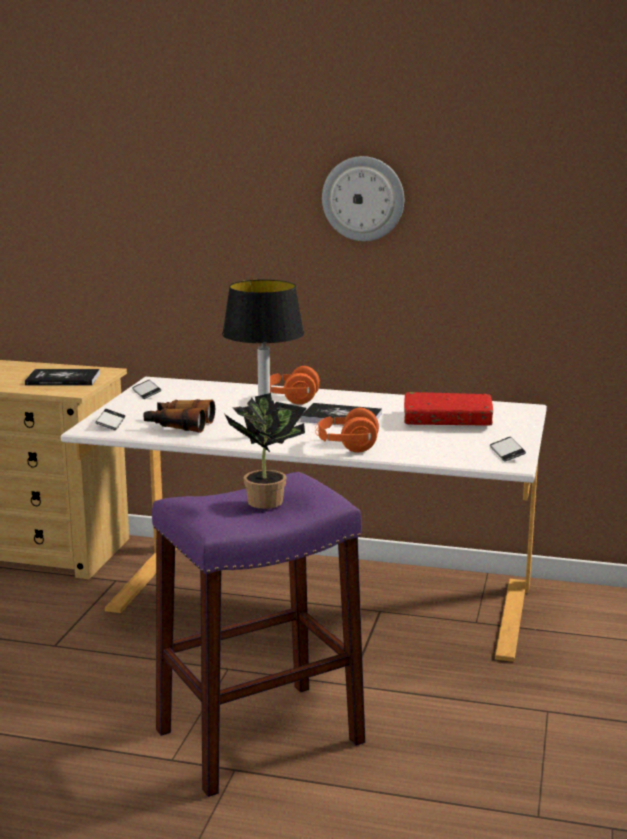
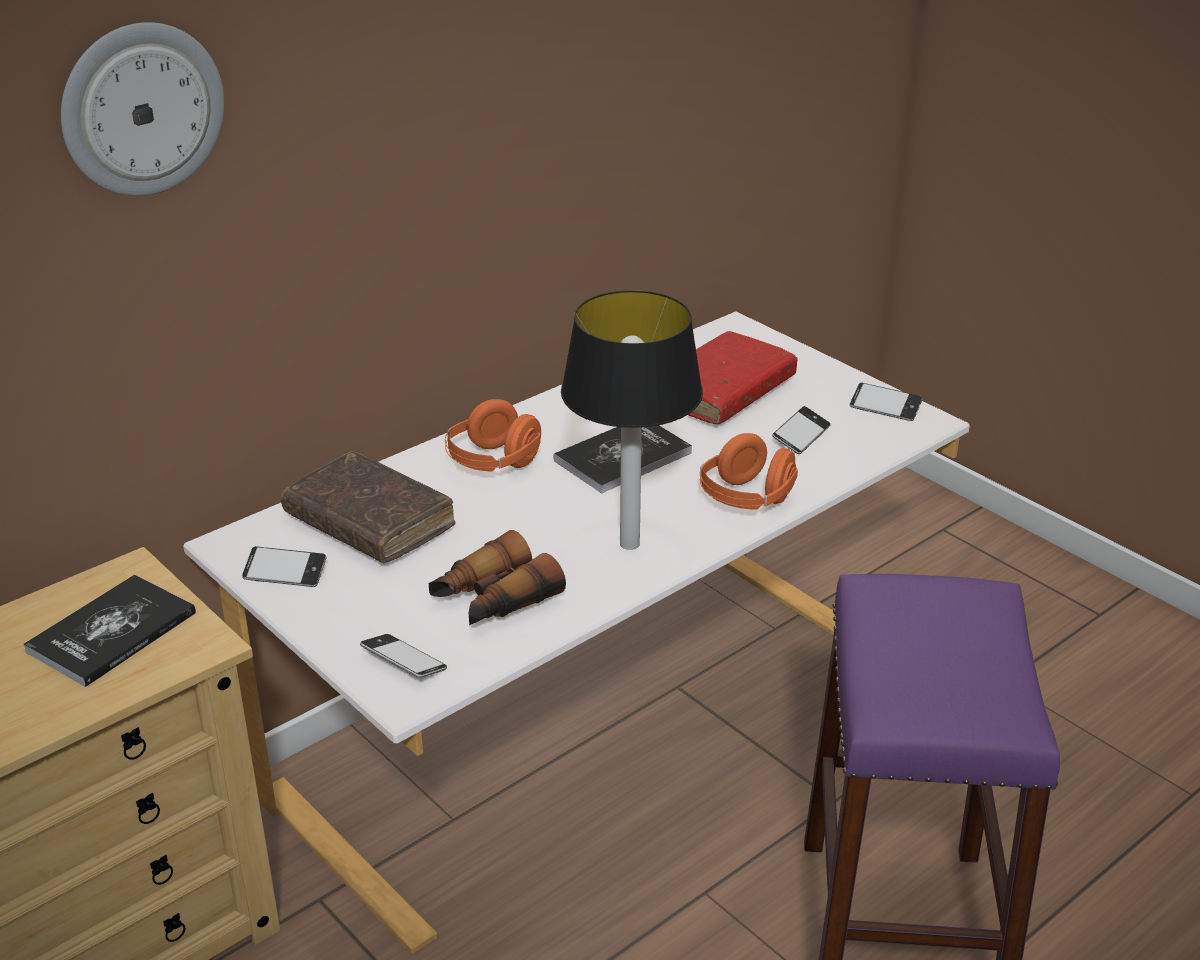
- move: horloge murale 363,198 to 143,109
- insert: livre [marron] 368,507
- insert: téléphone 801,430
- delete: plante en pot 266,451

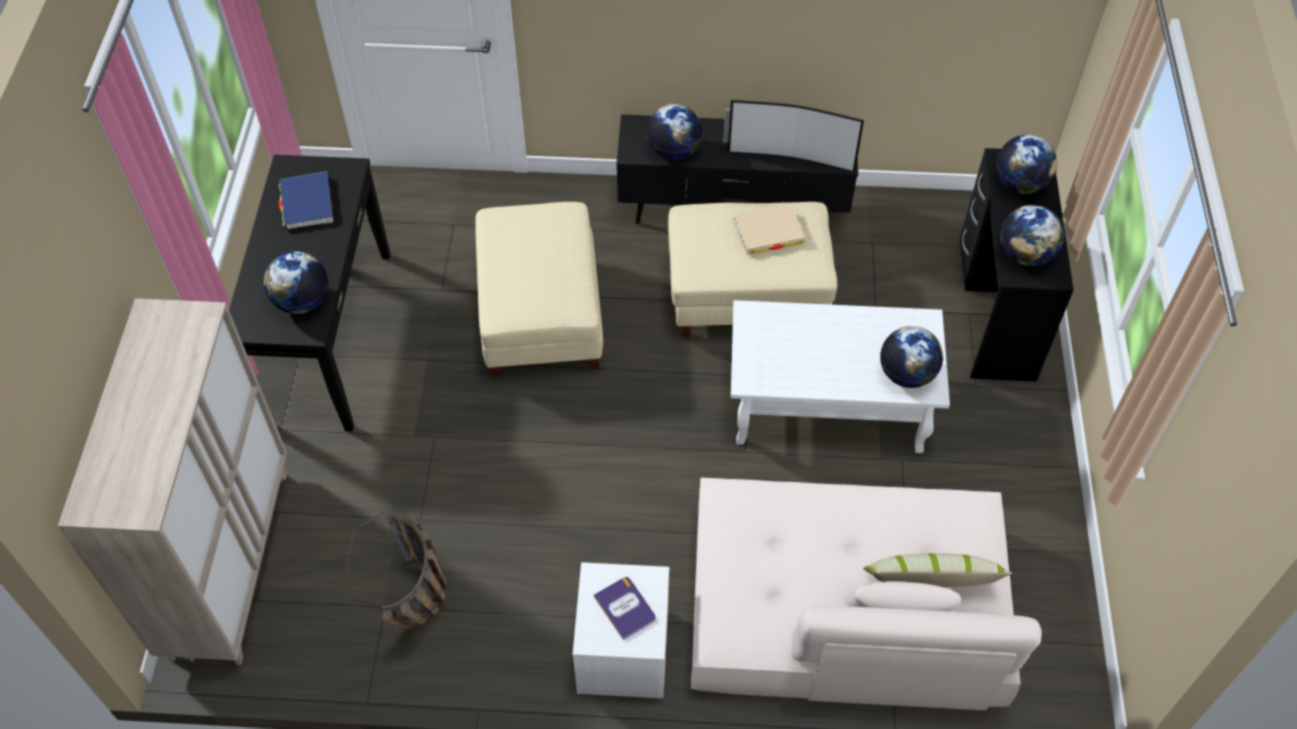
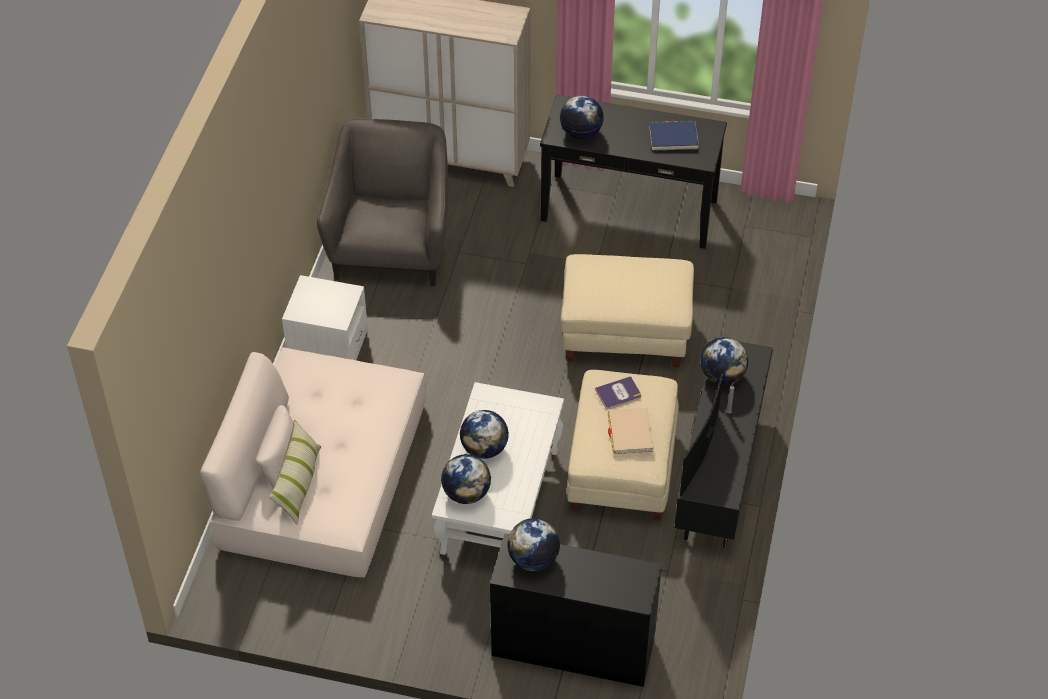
- replace: panier 397,569 to fauteuil [gris] 382,202
- move: globe 1026,164 to 484,434
- move: livre 624,608 to 618,392

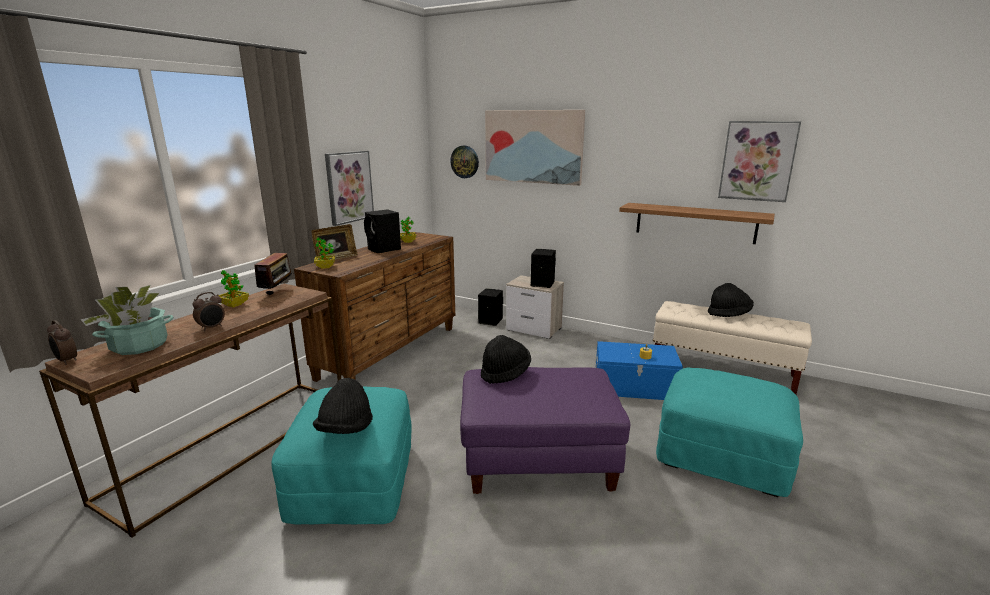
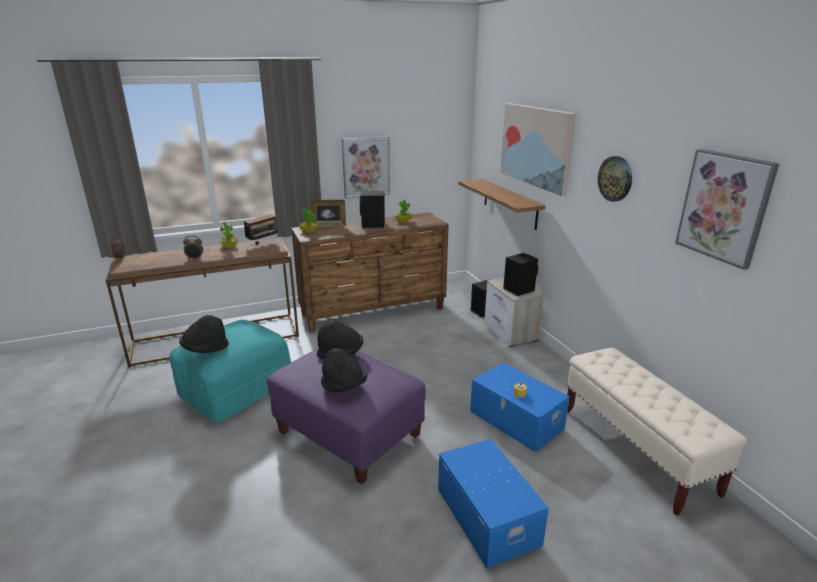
- move: chapeau [noir] 731,300 to 344,370
- replace: pouf [turquoise] 729,432 to boîte de rangement [bleu] 493,503
- move: étagère 697,223 to 502,204
- move: horloge murale 464,162 to 615,179
- delete: plante en pot 126,320

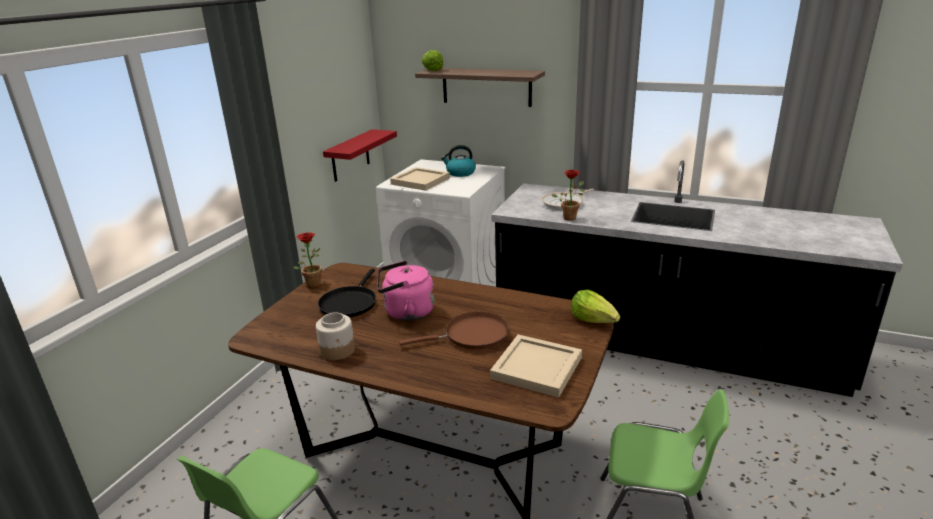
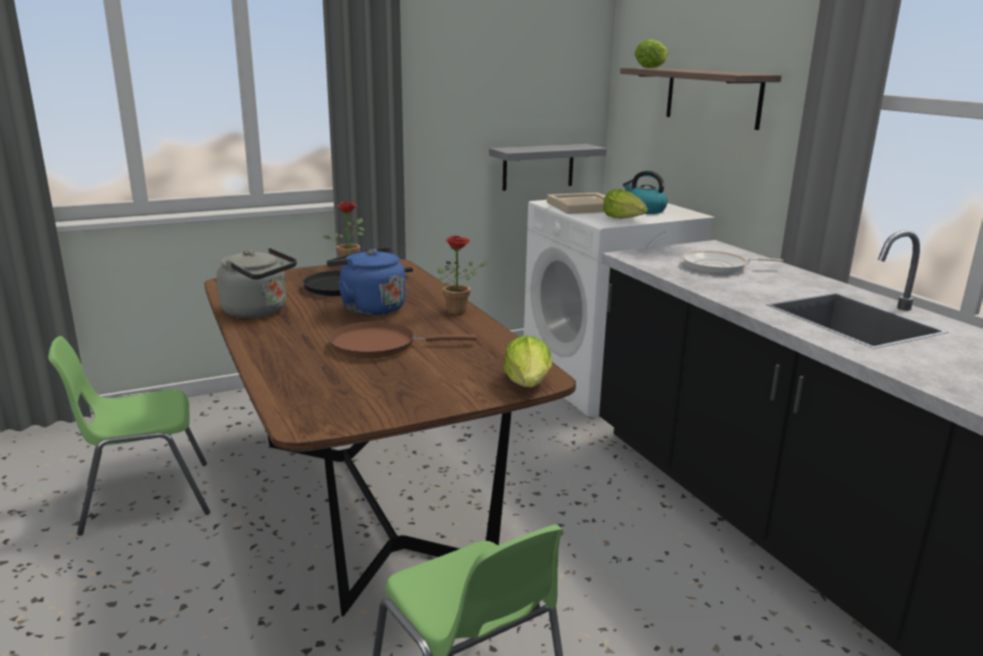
- replace: bocal 335,336 to bouilloire [gris] 256,283
- recolor: bouilloire [rose] 406,291 to bouilloire [bleu] 366,281
- rotate: poêle [marron] 454,330 = 403,339 150 degrees clockwise
- move: plante en pot 568,195 to 463,275
- recolor: étagère [rouge] 360,155 to étagère [gris] 548,167
- insert: laitue 625,204
- delete: plateau [beige] 536,366

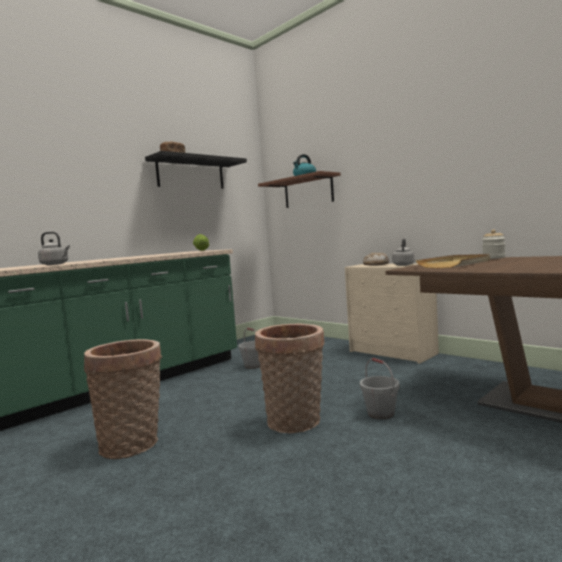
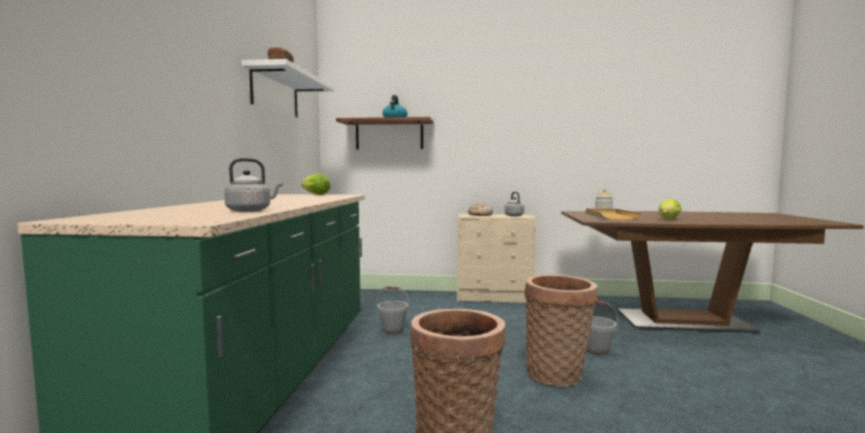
- recolor: étagère [noir] 196,170 to étagère [blanc] 288,88
- insert: laitue 669,208

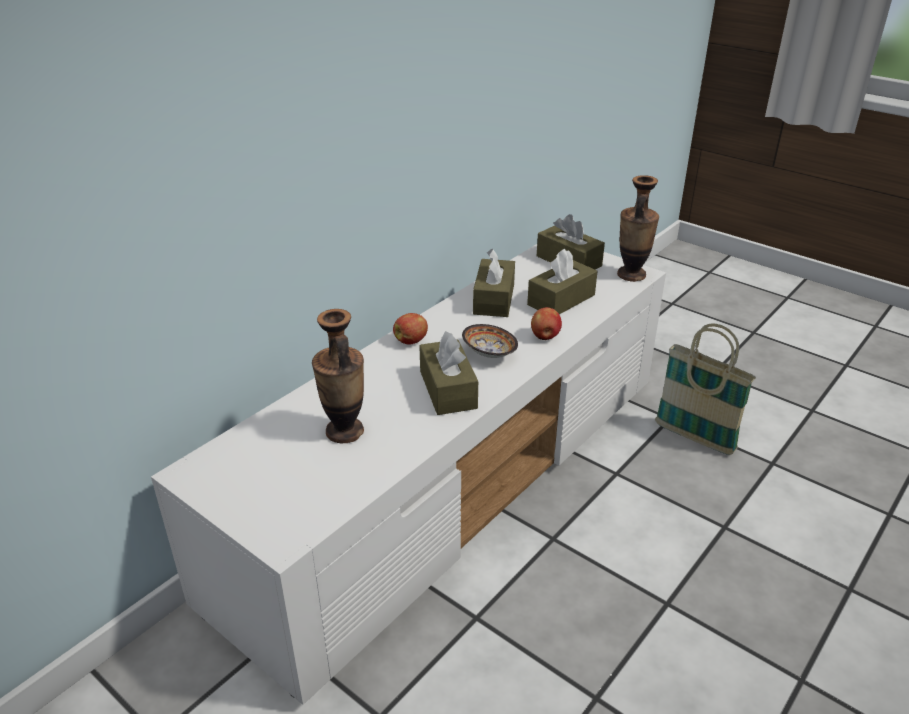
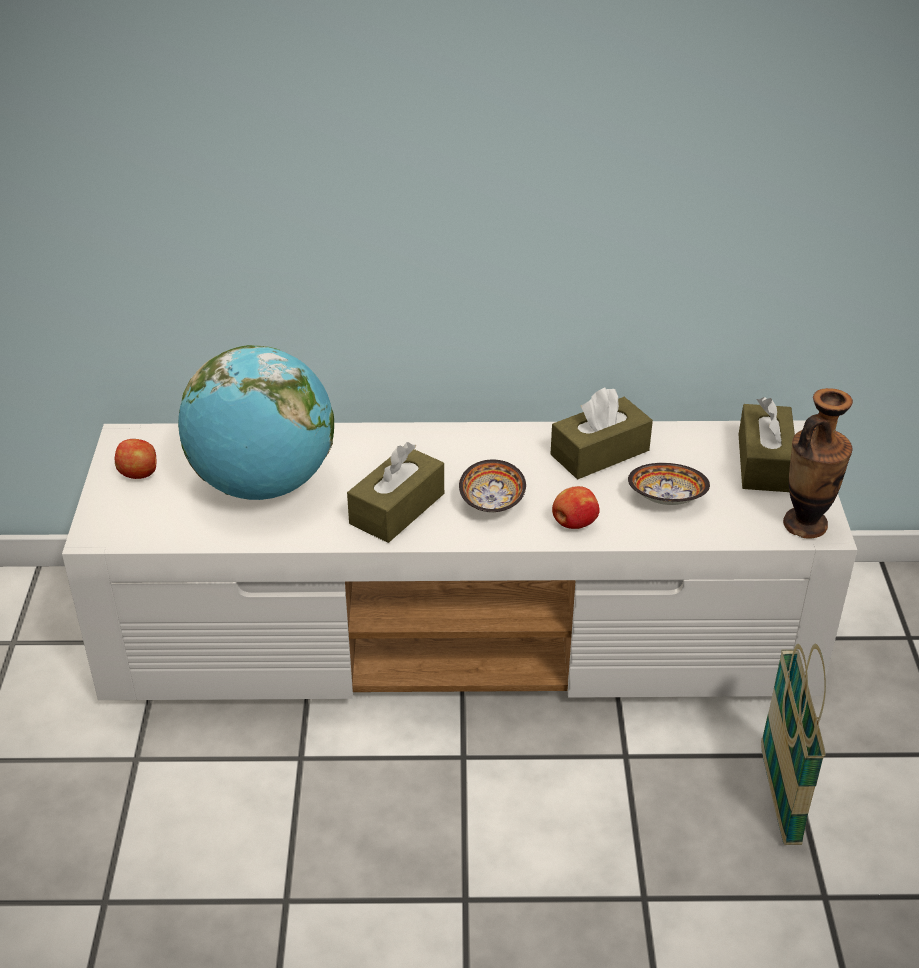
- move: pomme 410,328 to 135,459
- replace: vase 338,376 to globe 256,422
- replace: boîte à mouchoirs [marron] 562,281 to bol 669,484

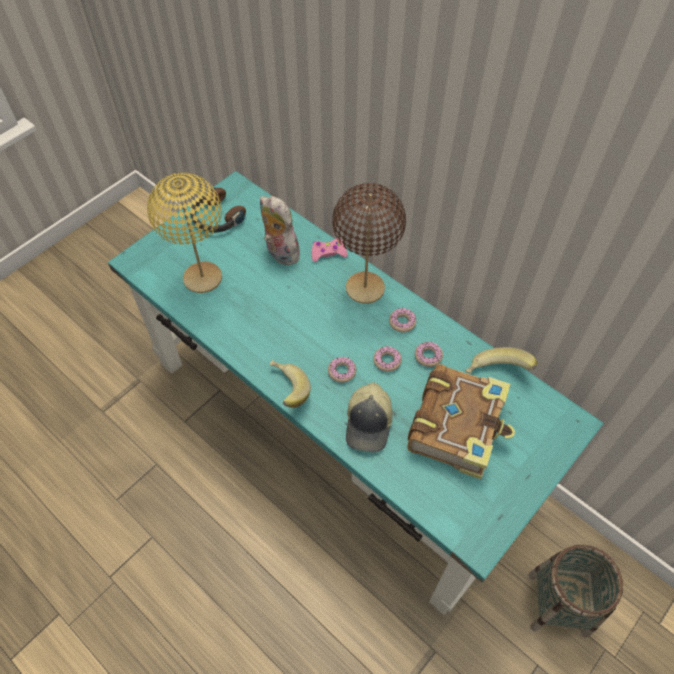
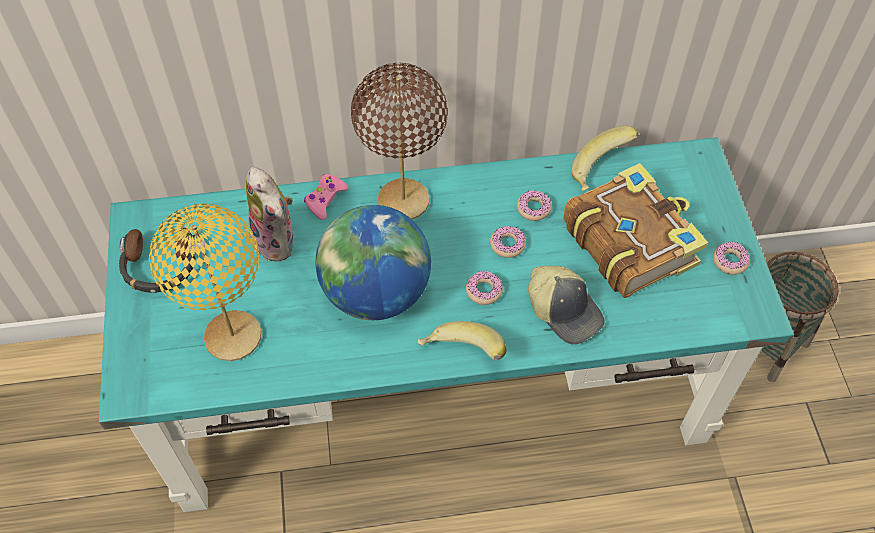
- rotate: peluche 280,230 = 270,214 120 degrees counterclockwise
- insert: globe 373,262
- move: beignet 402,320 to 731,258

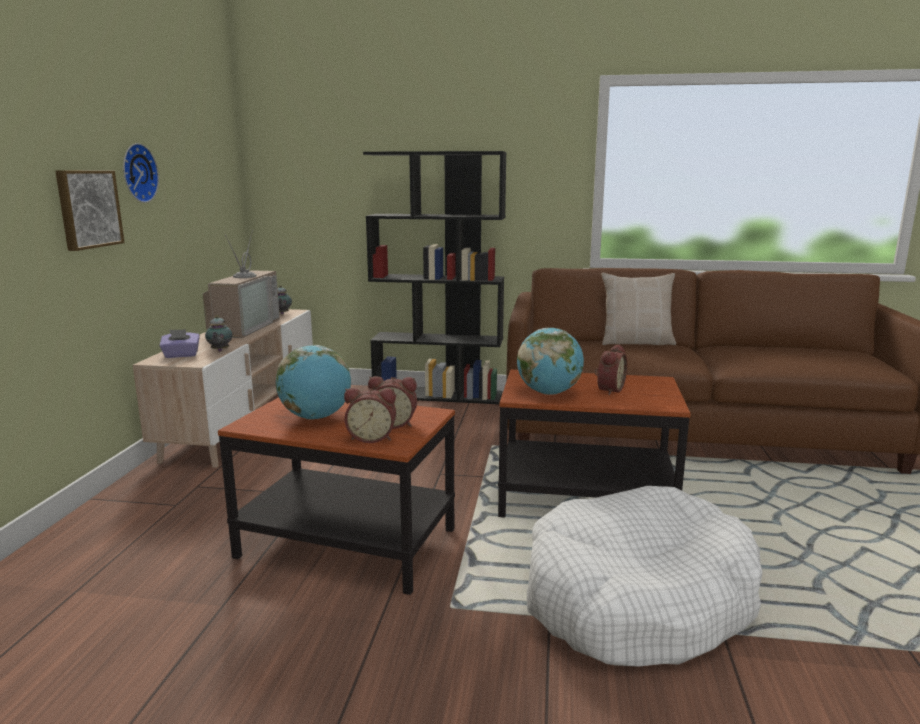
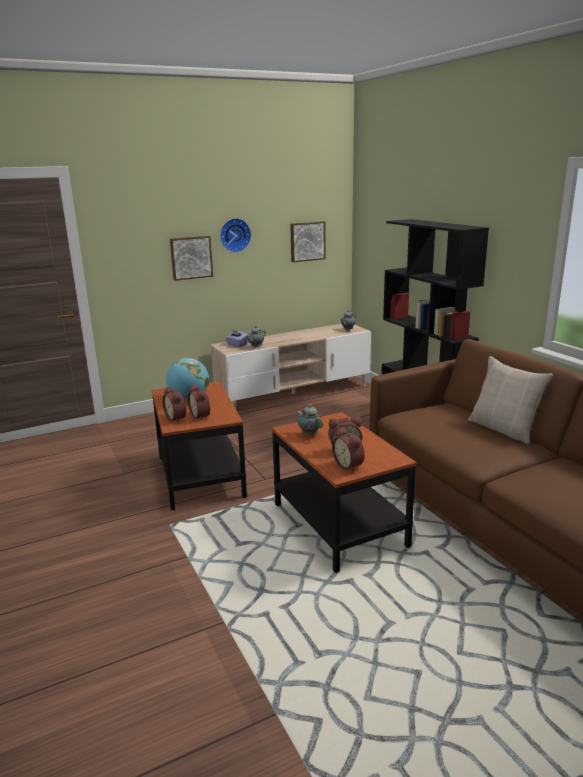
- insert: tableau 308,241
- replace: globe 550,361 to théière 309,420
- insert: réveil 348,449
- delete: téléviseur 241,284
- delete: panier pour chien [blanc] 645,576

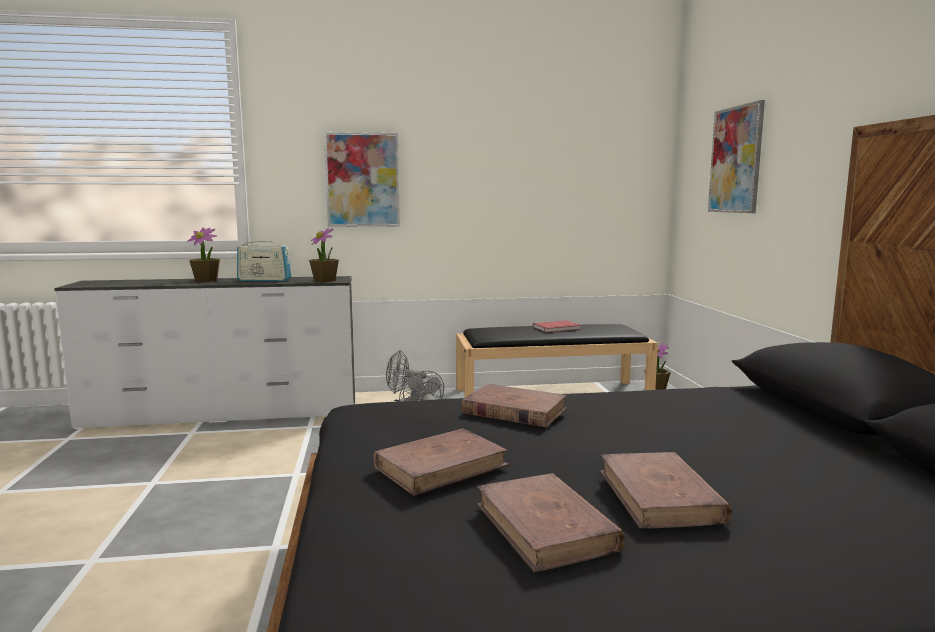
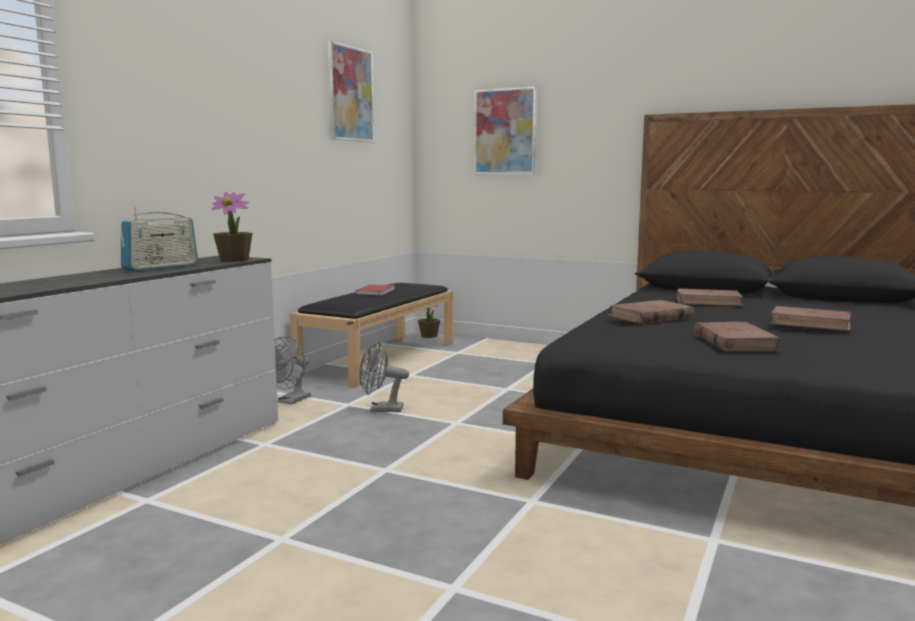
- move: tableau 362,179 to 351,91
- move: livre [marron] 551,522 to 710,297
- delete: plante en pot 203,255

